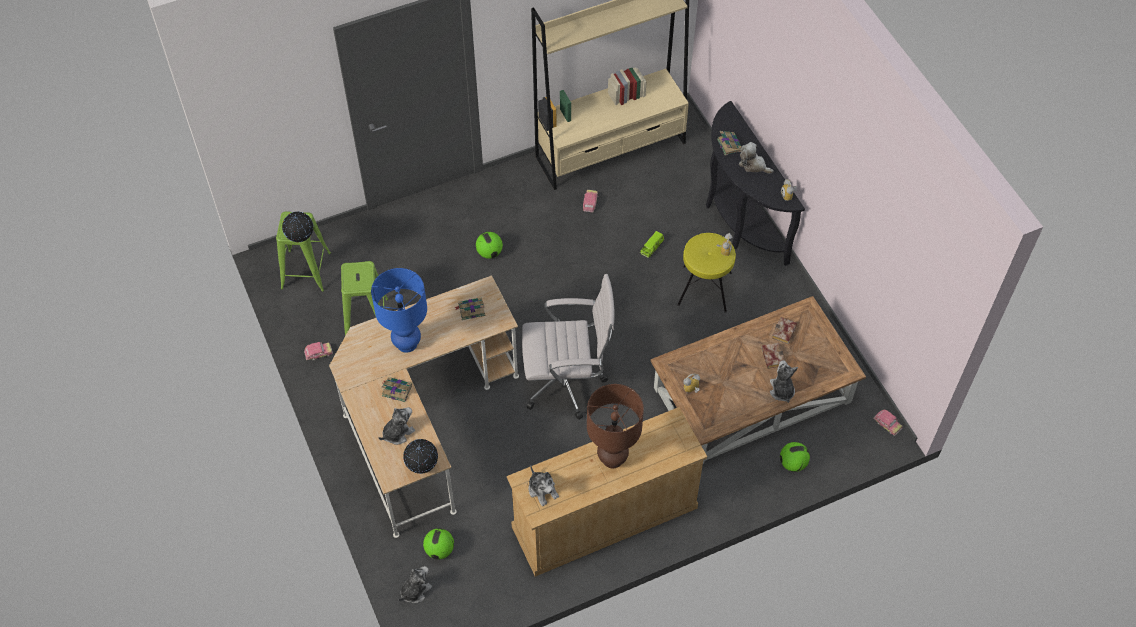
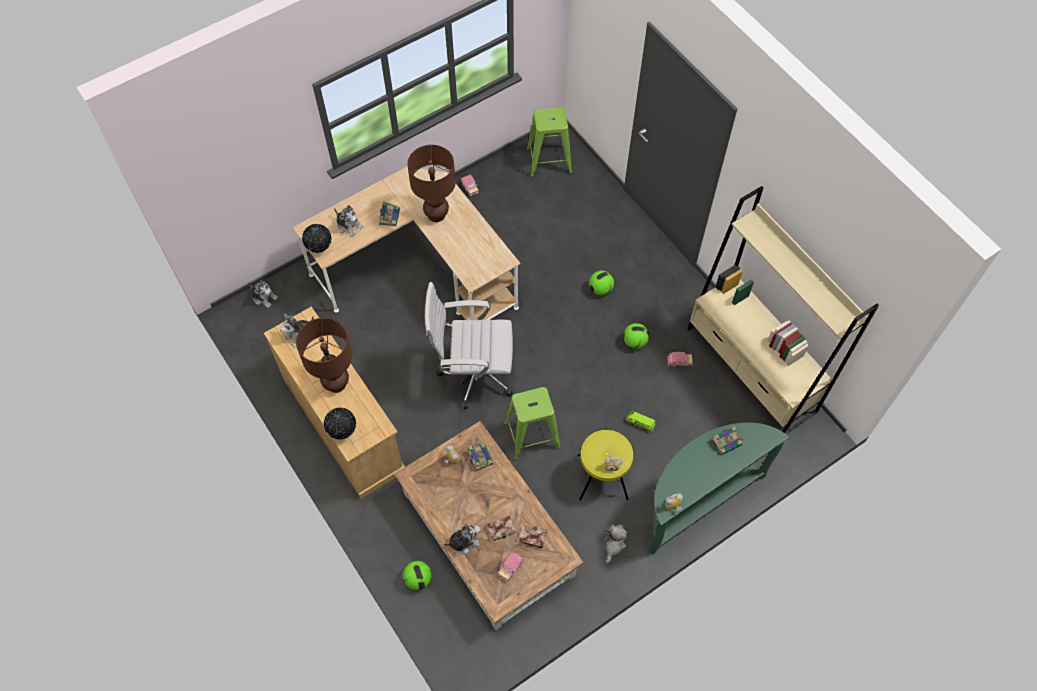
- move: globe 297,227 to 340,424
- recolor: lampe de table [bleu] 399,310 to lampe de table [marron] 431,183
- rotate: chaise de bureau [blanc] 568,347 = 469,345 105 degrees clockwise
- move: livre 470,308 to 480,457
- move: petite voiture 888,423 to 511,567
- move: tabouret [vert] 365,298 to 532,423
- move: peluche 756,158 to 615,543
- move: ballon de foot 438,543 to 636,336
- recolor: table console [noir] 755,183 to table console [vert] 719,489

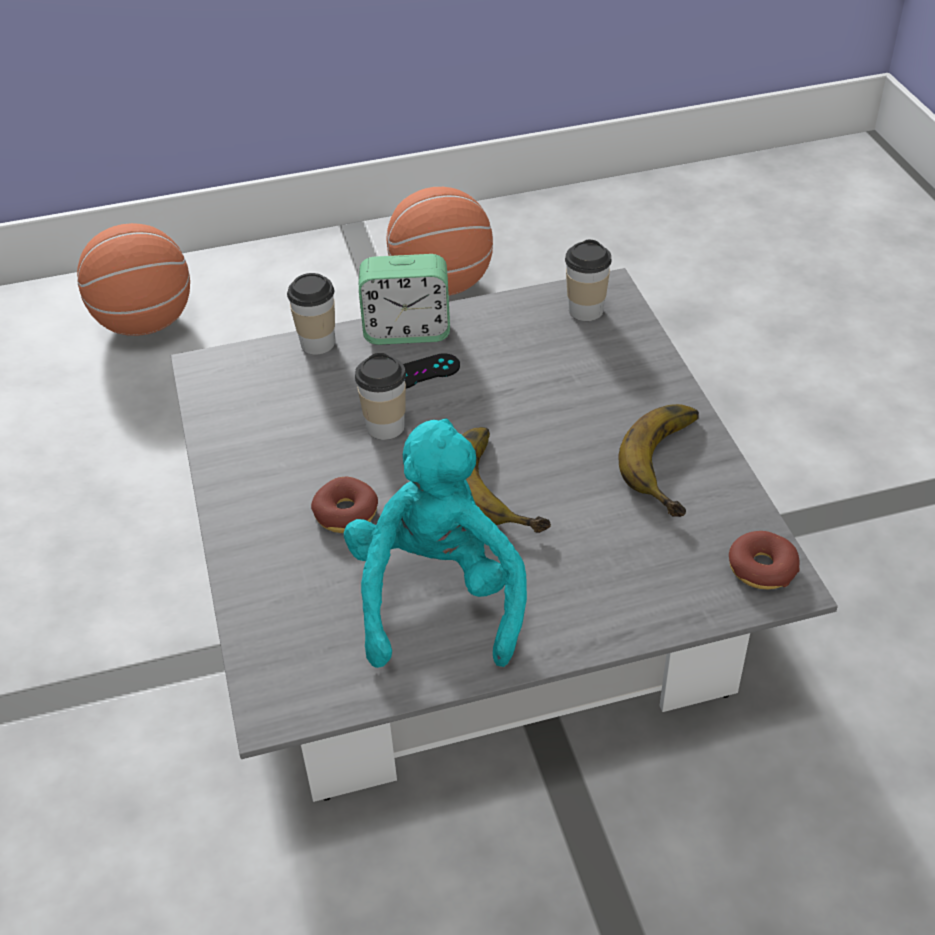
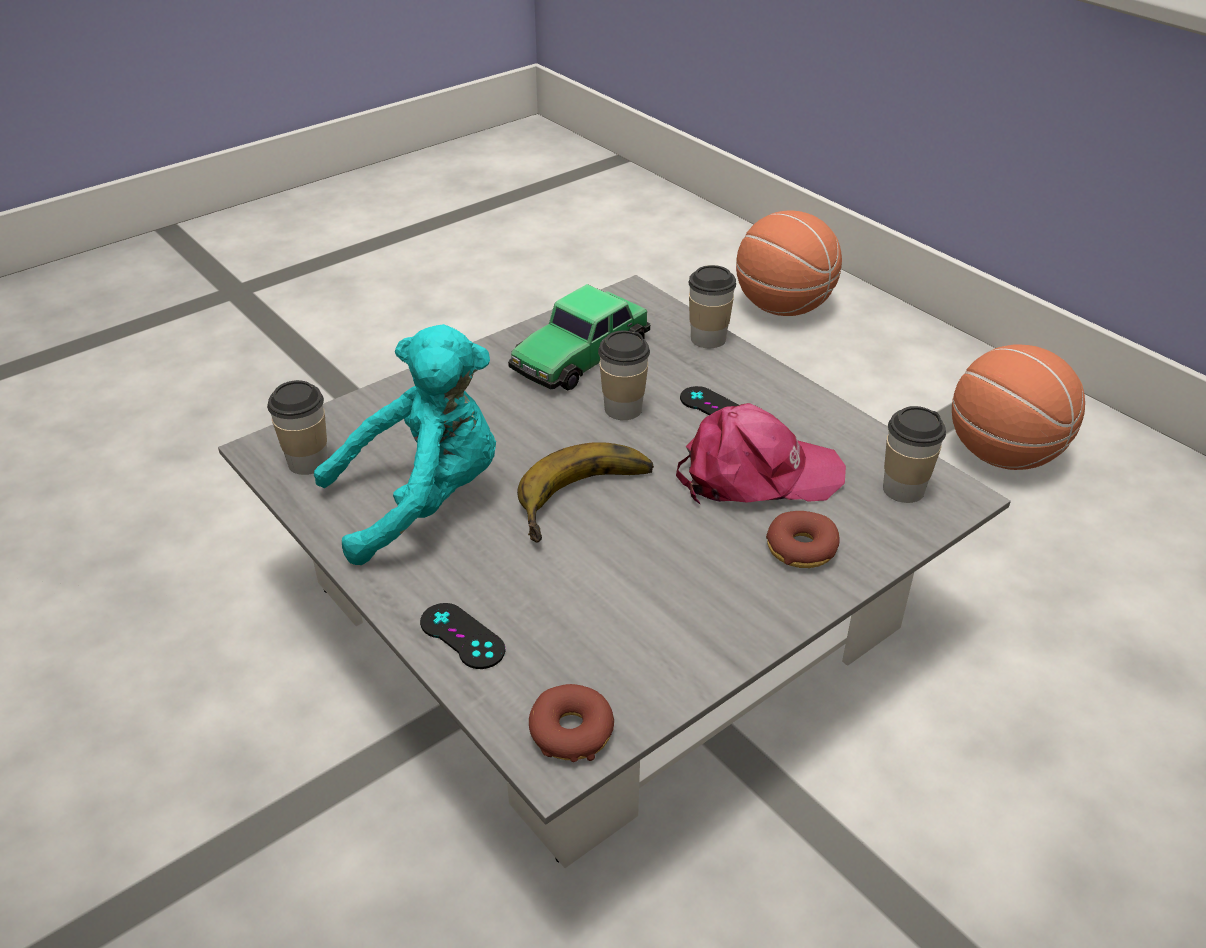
- insert: tasse 297,427
- insert: manette [noir] 462,636
- insert: petite voiture 579,337
- insert: casquette [rose] 761,454
- move: beignet 344,505 to 803,539
- delete: réveil 404,299
- delete: banane 659,460

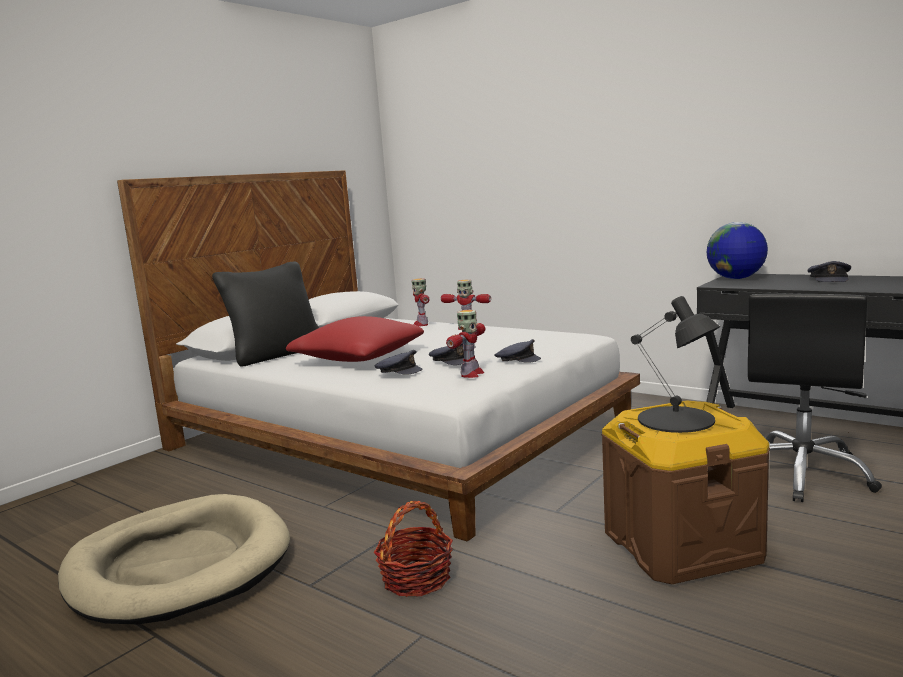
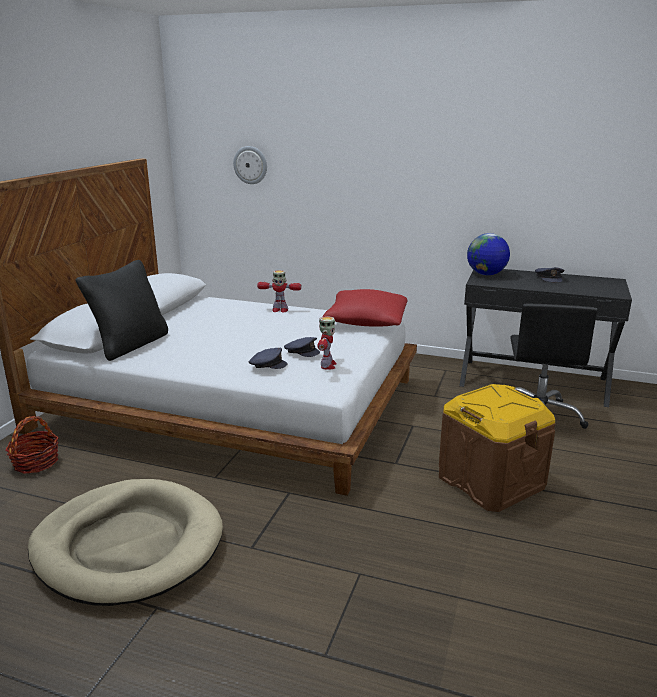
- move: panier 413,549 to 32,445
- insert: horloge murale 250,165
- move: coussin [rouge] 355,339 to 365,308
- delete: robot jouet 421,302
- delete: casquette [gris] 518,351
- delete: lampe de table [noir] 675,364

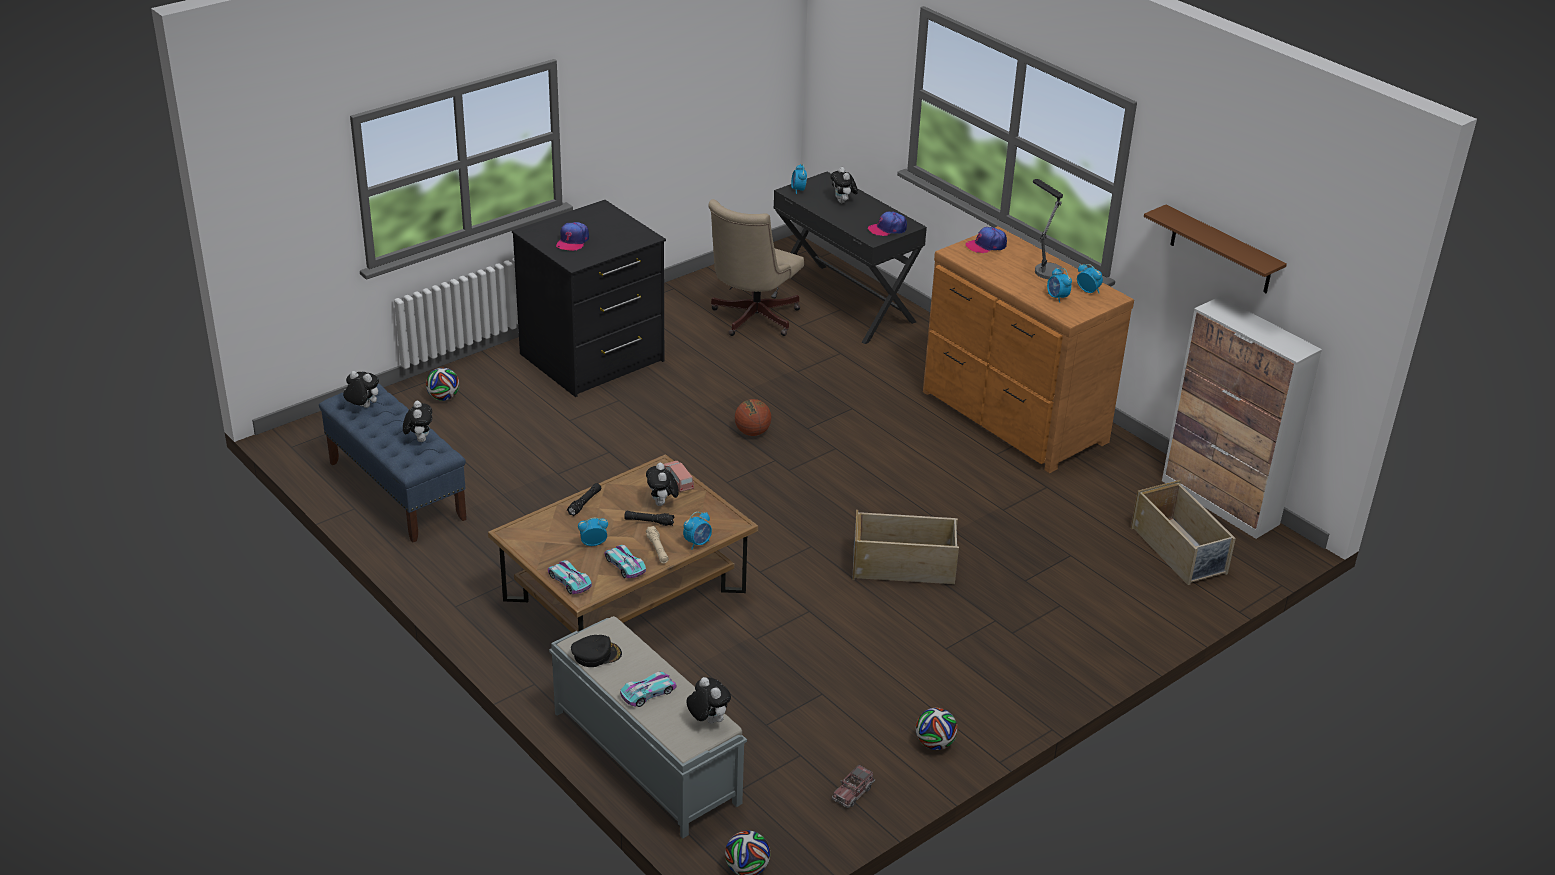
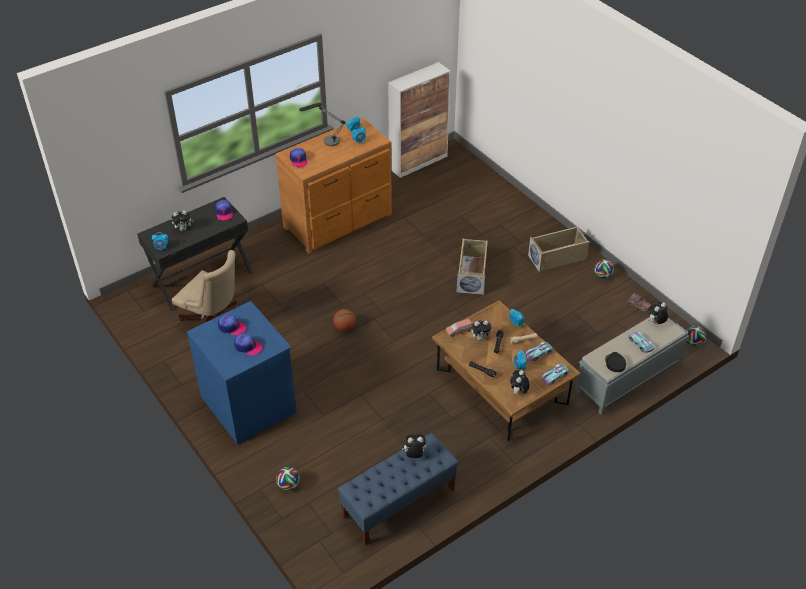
- recolor: commode [noir] 589,298 to commode [bleu] 242,373
- insert: casquette 232,324
- move: peluche 361,389 to 520,382
- move: boîte de rangement [beige] 1183,532 to 558,250
- delete: étagère [marron] 1215,249

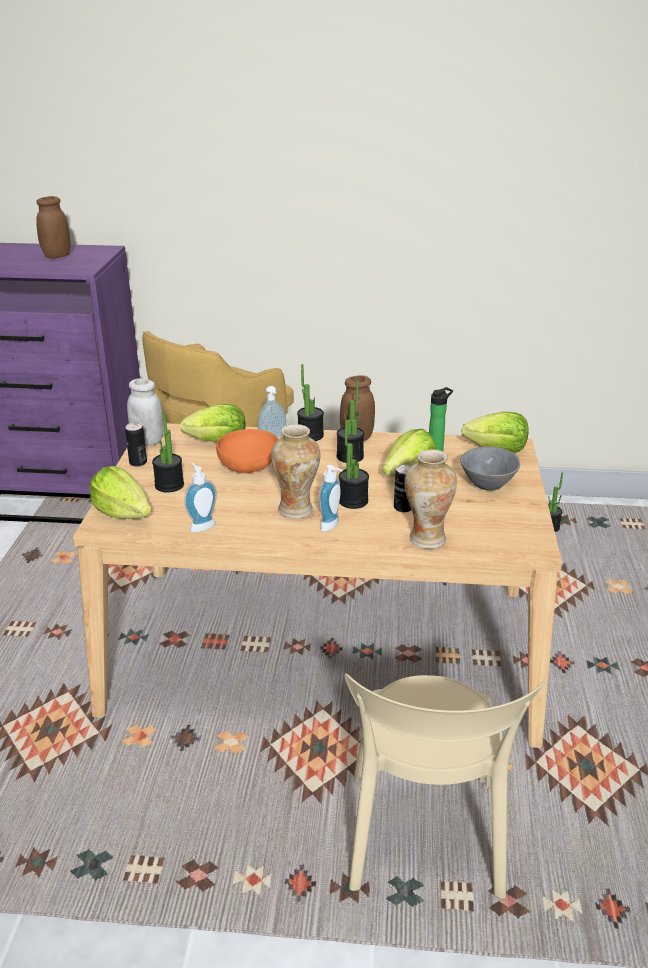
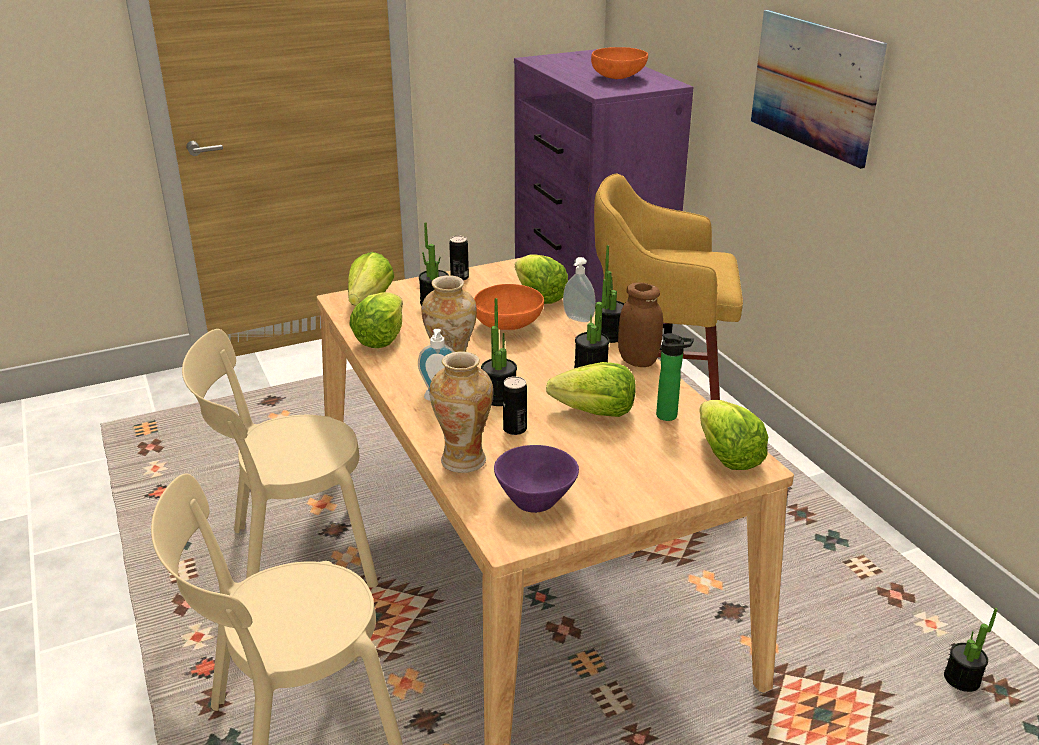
- insert: chaise [beige] 280,458
- replace: distributeur de savon 200,497 to laitue 376,320
- insert: bol [violet] 536,479
- replace: bocal [marron] 53,227 to bol [orange] 619,63
- insert: tableau 819,89
- delete: bocal [blanc] 145,412
- delete: bol [gris] 490,469

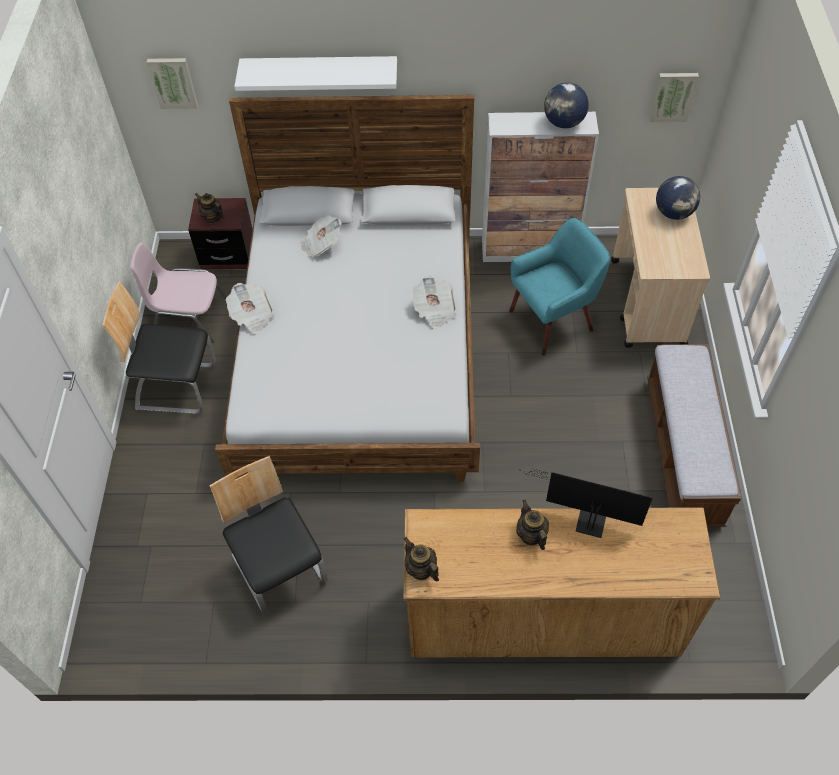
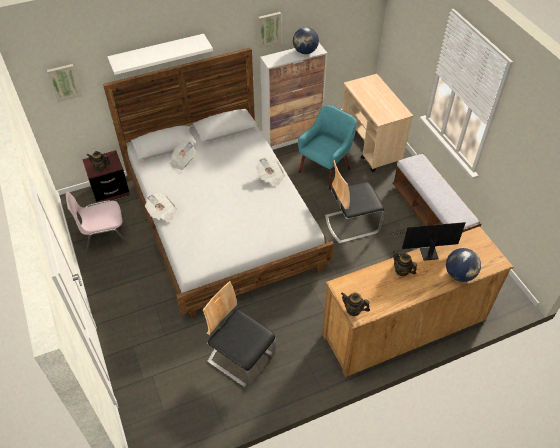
- move: tableau 674,97 to 269,30
- move: chaise 159,347 to 355,202
- move: globe 678,198 to 463,265

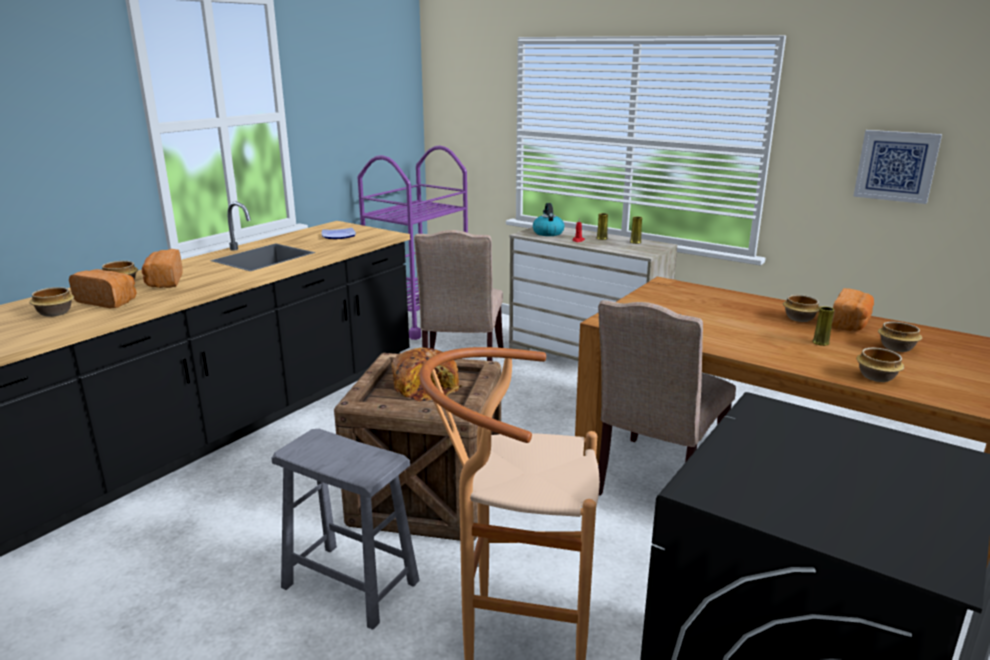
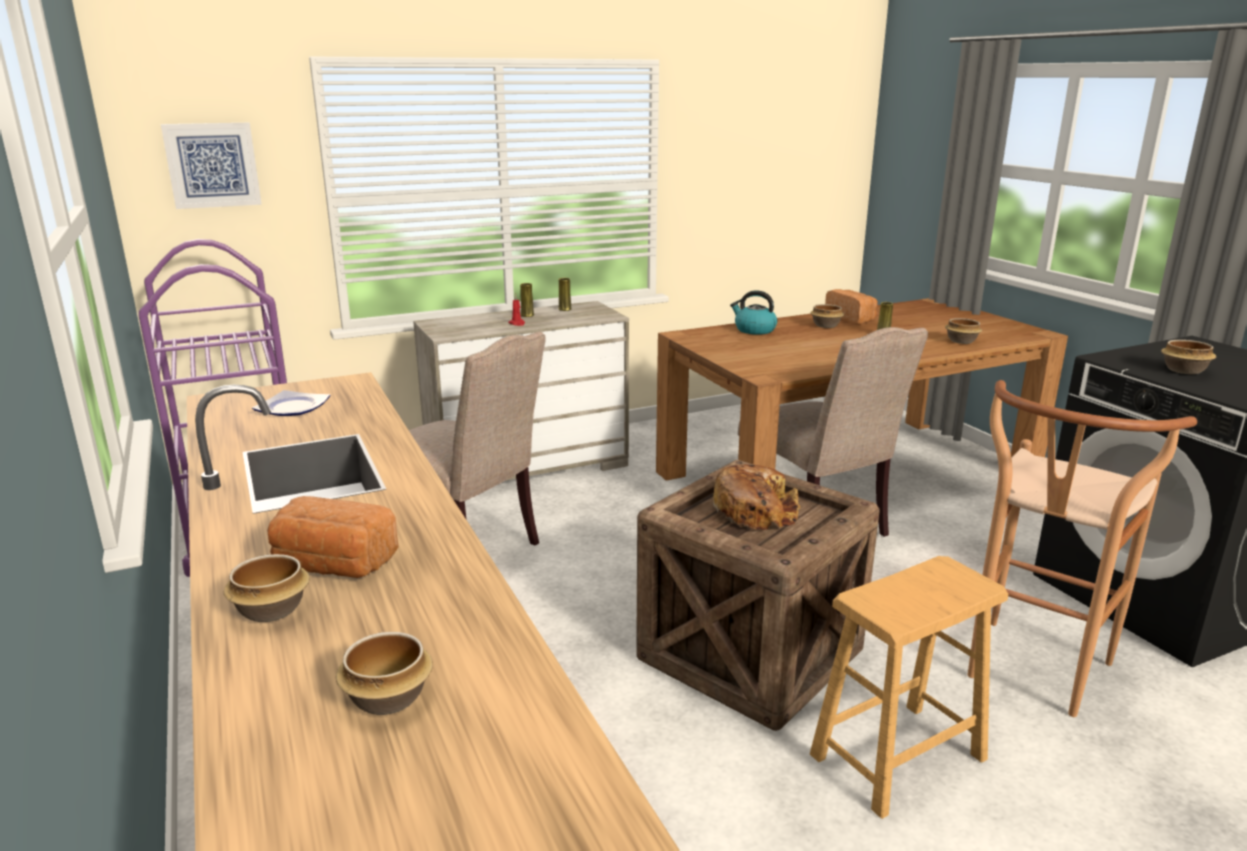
- move: tableau 897,167 to 211,166
- move: bouilloire 549,219 to 753,312
- recolor: tabouret [gris] 345,529 to tabouret [marron] 909,687
- move: bol 900,337 to 1188,357
- delete: pain 103,289

